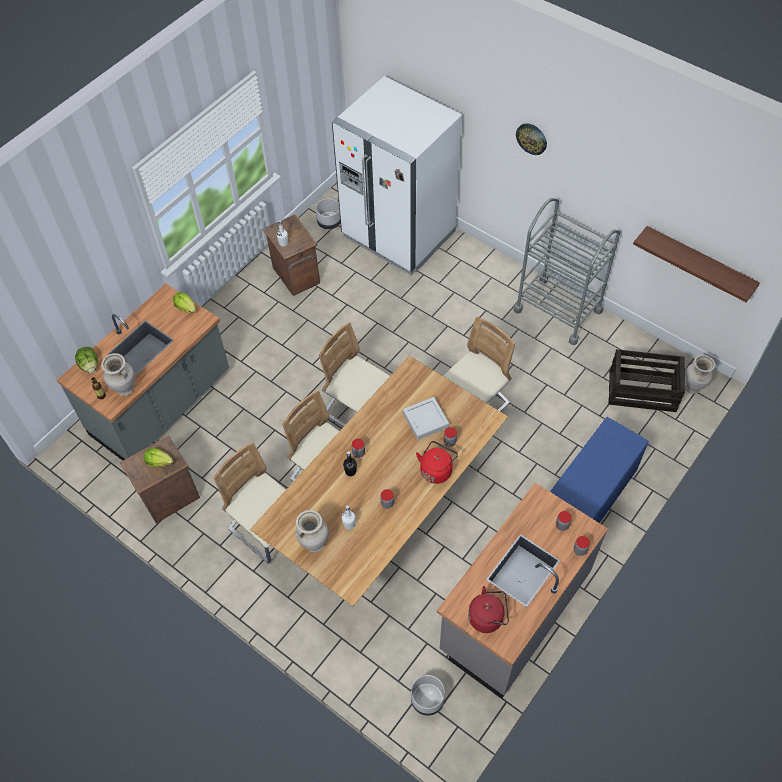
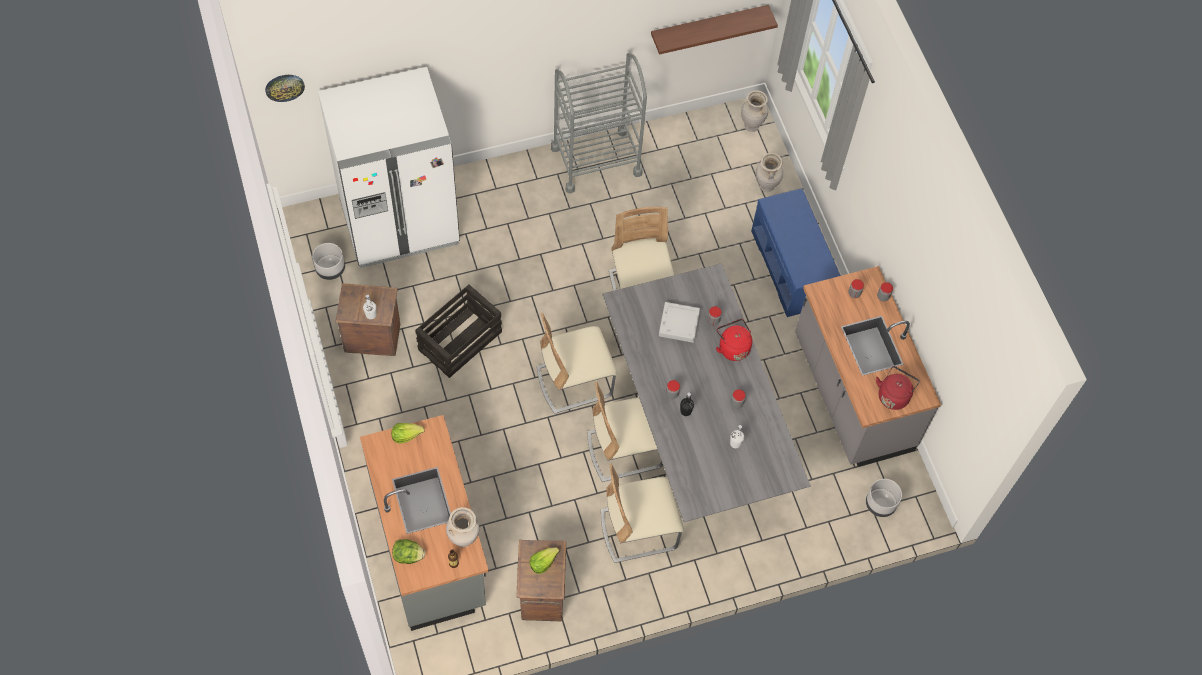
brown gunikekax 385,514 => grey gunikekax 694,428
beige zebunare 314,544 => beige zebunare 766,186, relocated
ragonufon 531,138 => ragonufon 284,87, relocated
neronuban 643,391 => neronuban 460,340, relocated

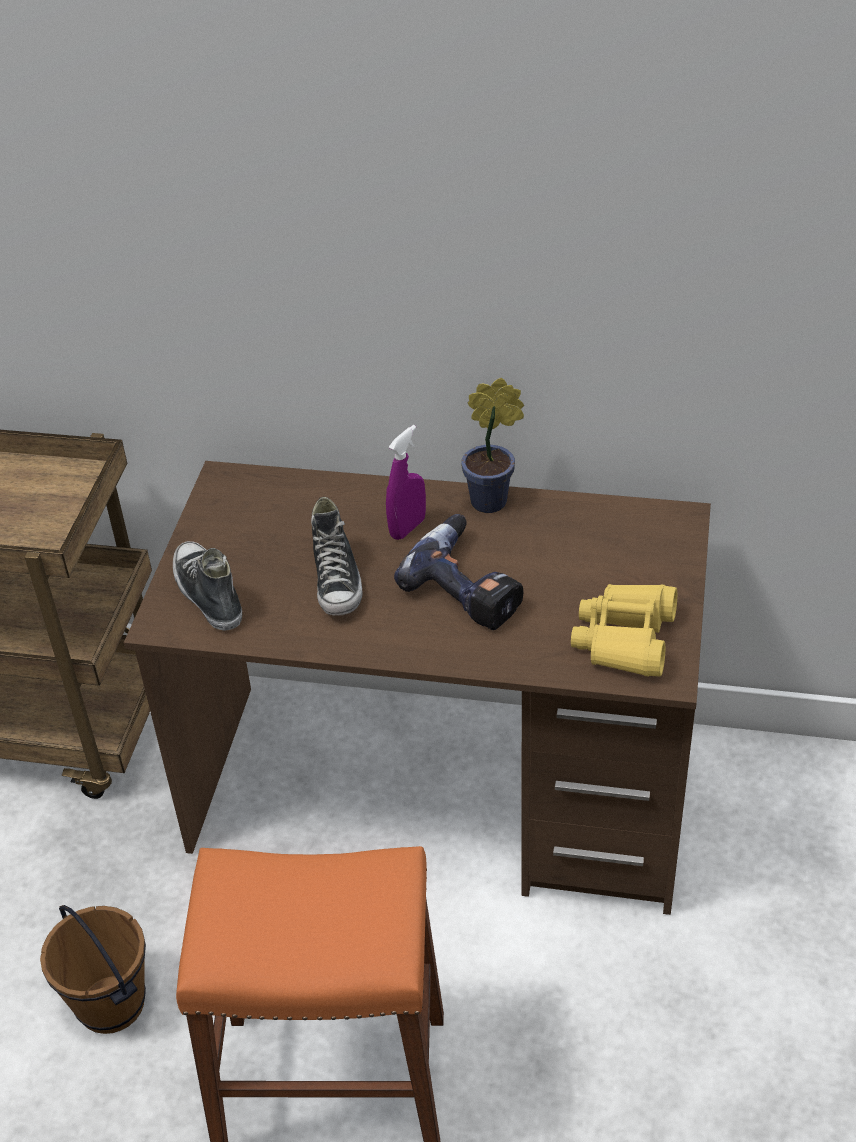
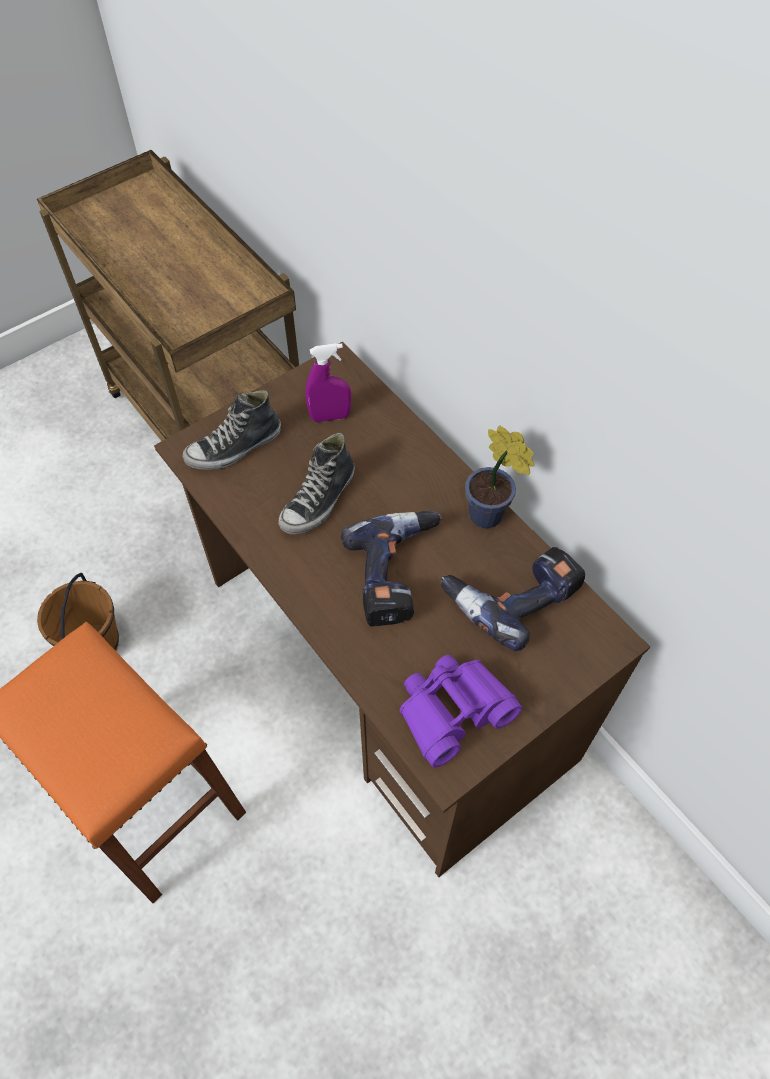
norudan 207,594 => norudan 234,447, 135 degrees counterclockwise
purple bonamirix 407,528 => purple bonamirix 330,416, relocated
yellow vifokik 625,639 => purple vifokik 453,711
nothing => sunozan 512,596

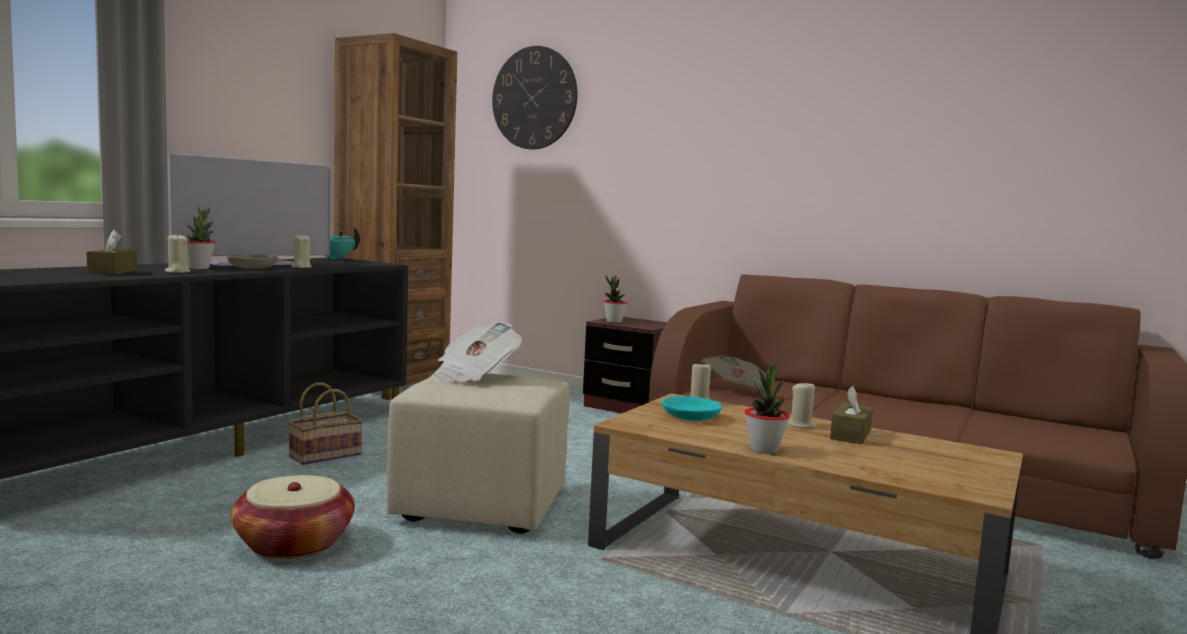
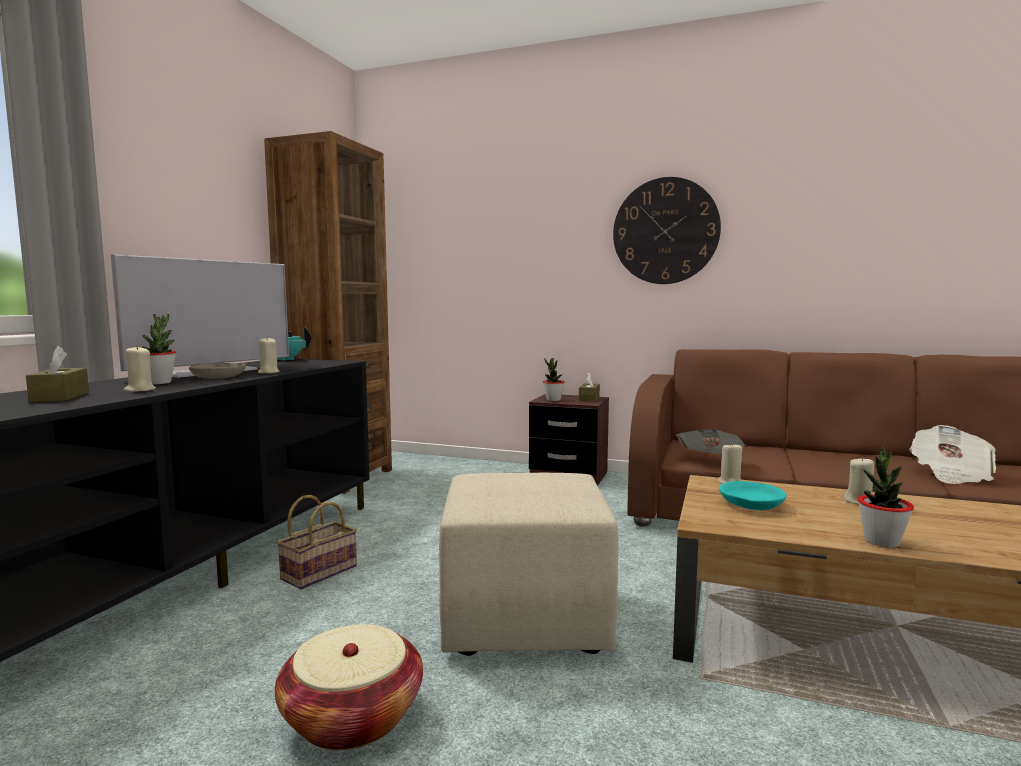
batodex 473,376 => batodex 950,474, relocated
ragonufon 534,98 => ragonufon 665,231, relocated
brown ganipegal 850,435 => brown ganipegal 589,399, relocated

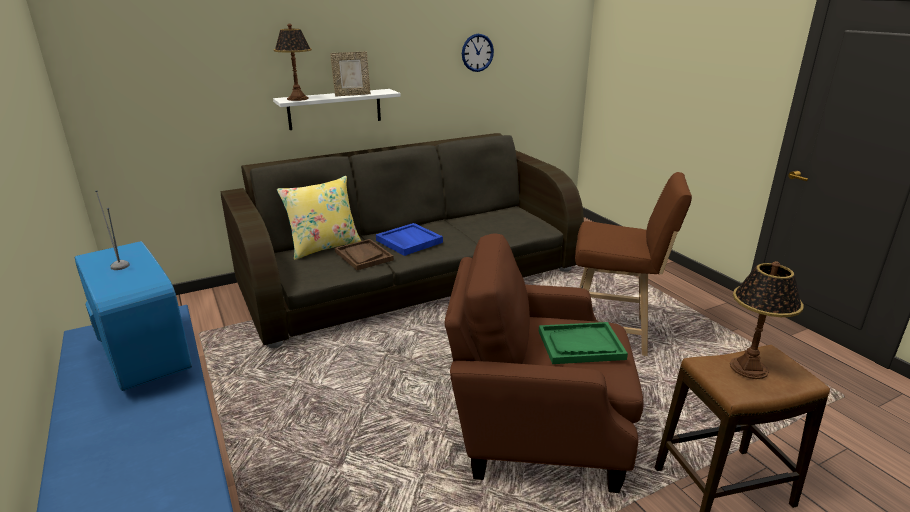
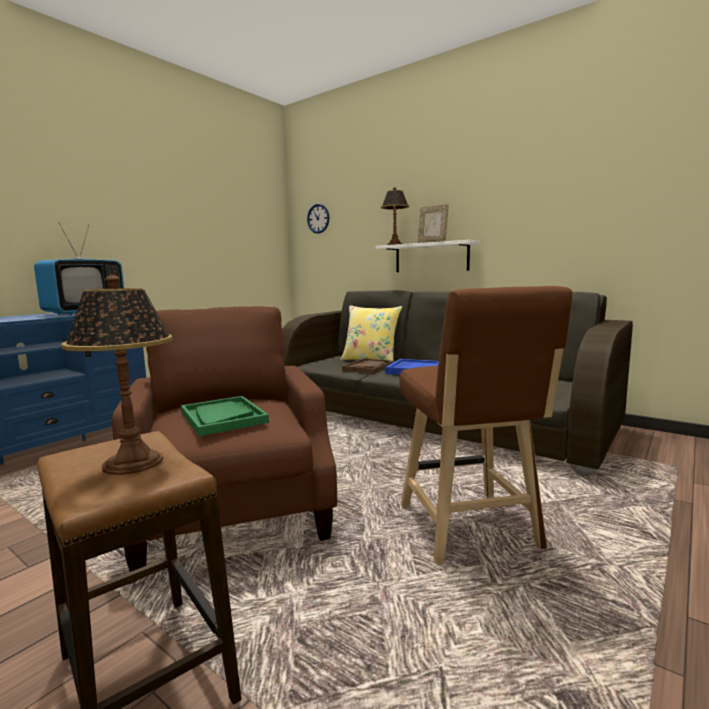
ragonufon 477,52 => ragonufon 318,218, relocated

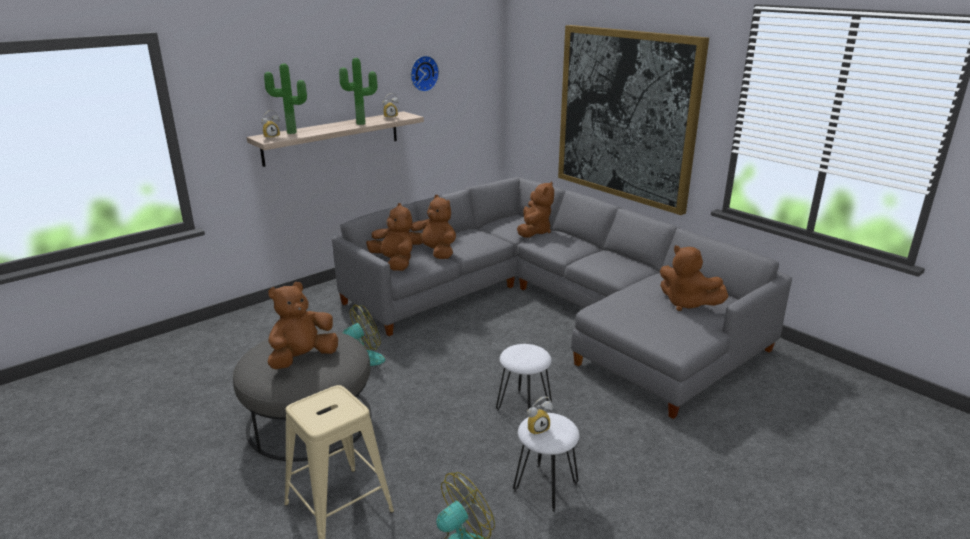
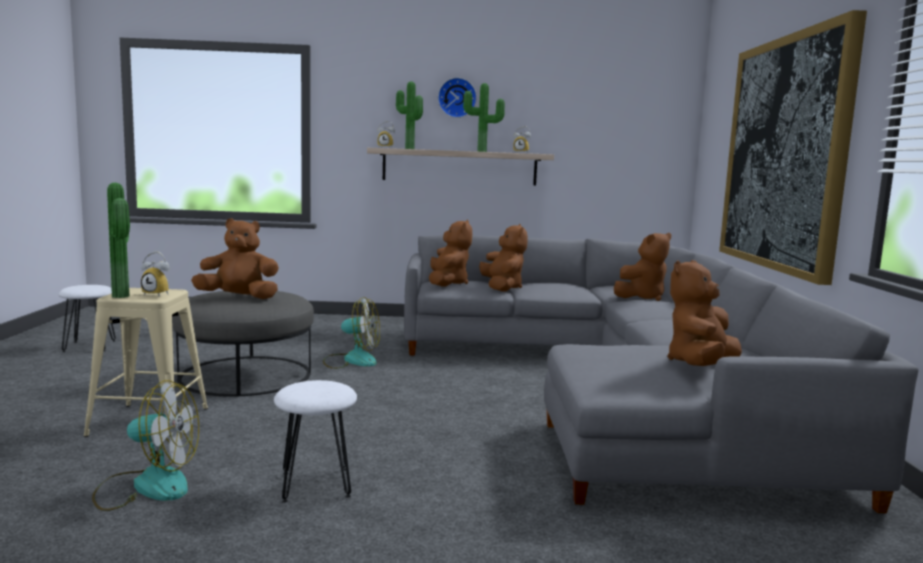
ragonufon 423,73 => ragonufon 457,98, relocated
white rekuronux 524,408 => white rekuronux 89,346, relocated
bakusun 537,428 => bakusun 159,294, relocated
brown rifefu 686,303 => brown rifefu 700,365, 45 degrees clockwise
nothing => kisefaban 124,296

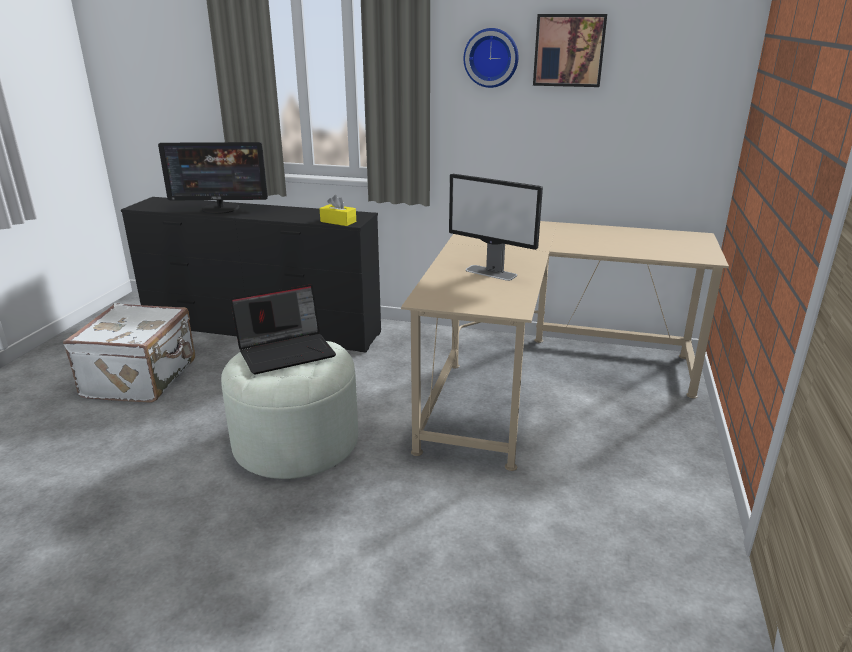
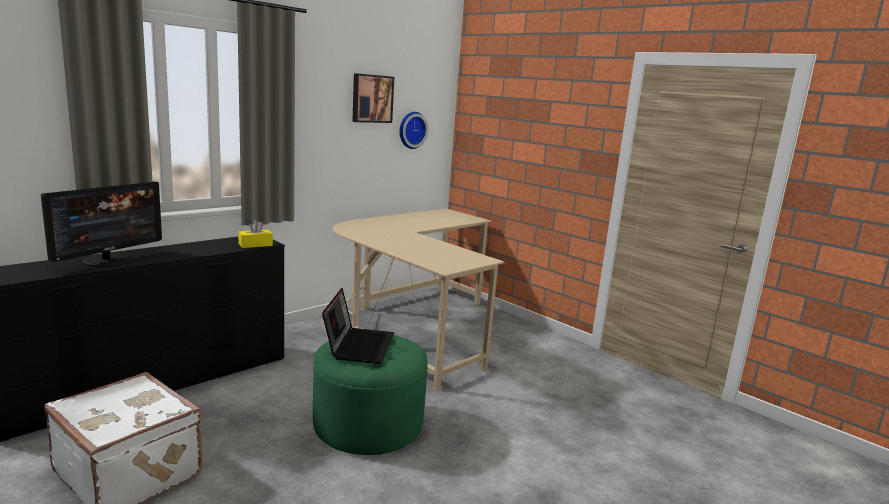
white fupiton 296,442 => green fupiton 368,424
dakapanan 491,273 => nothing
ragonufon 491,58 => ragonufon 411,130, relocated

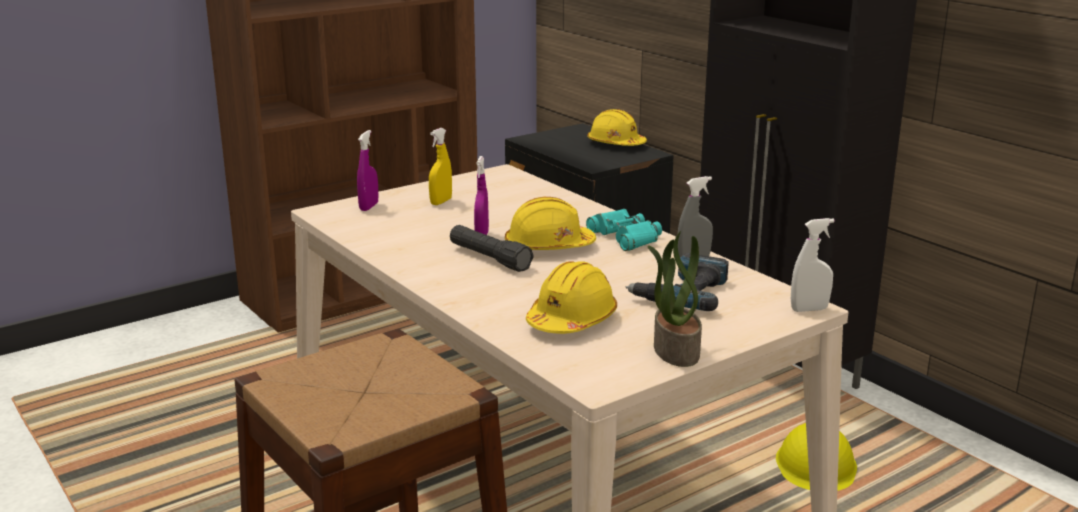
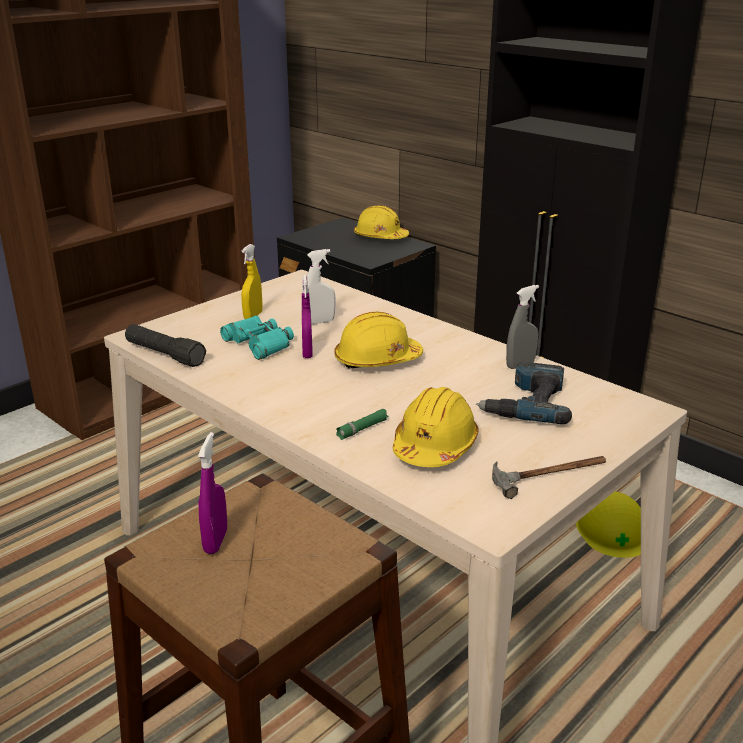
purple bonamirix 369,207 => purple bonamirix 215,541, relocated
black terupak 489,258 => black terupak 165,355, relocated
turquoise vifokik 625,237 => turquoise vifokik 259,344, relocated
kisefaban 675,350 => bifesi 549,474
white bonamirix 809,309 => white bonamirix 319,322, relocated
nothing => green terupak 362,429

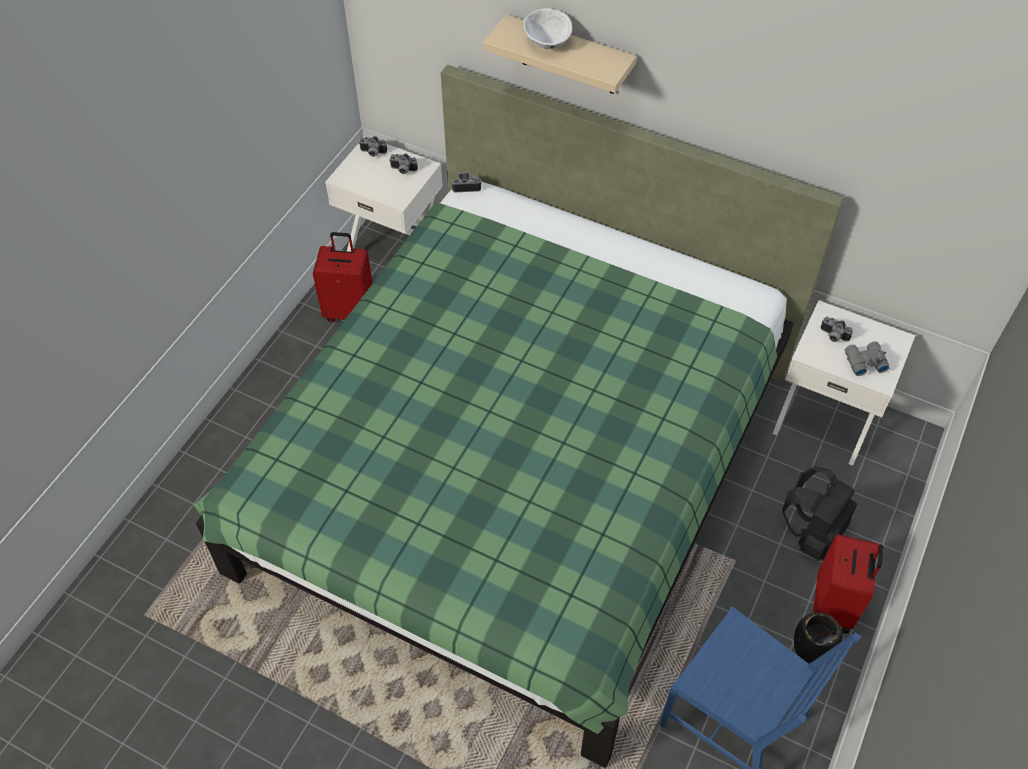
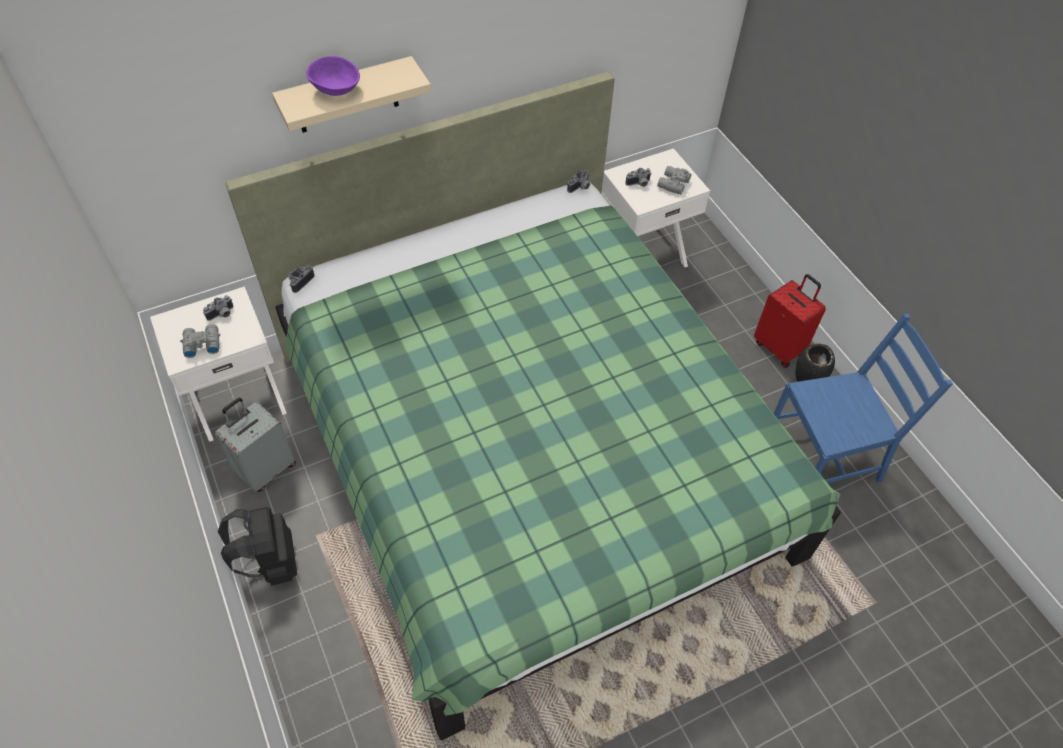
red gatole 350,311 => grey gatole 266,469
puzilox 372,153 => puzilox 580,188, relocated
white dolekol 547,42 => purple dolekol 336,89
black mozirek 812,534 => black mozirek 271,562, relocated
nothing => grey vifokik 201,344

